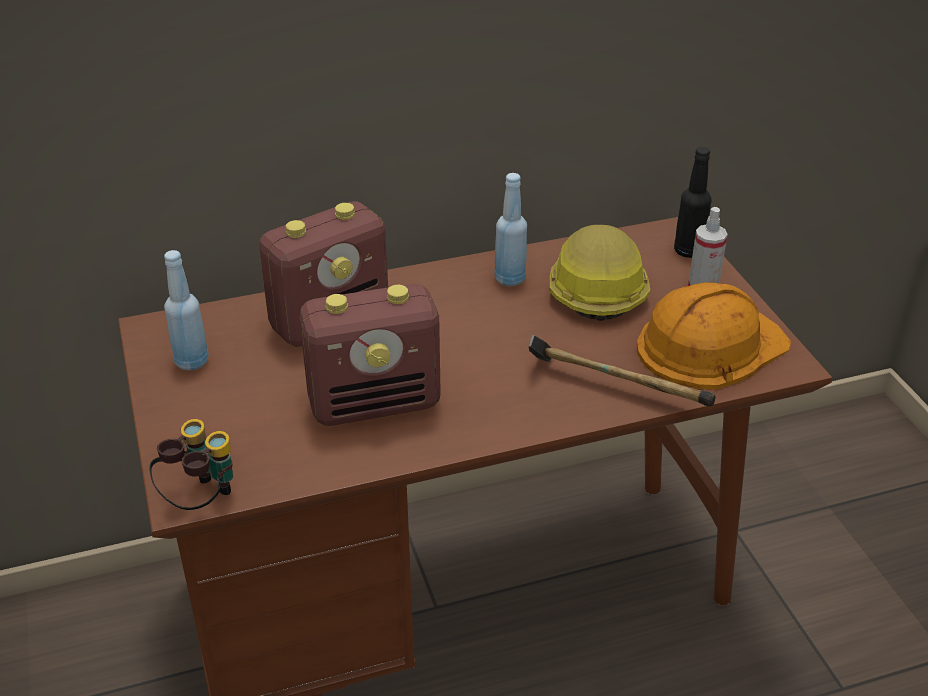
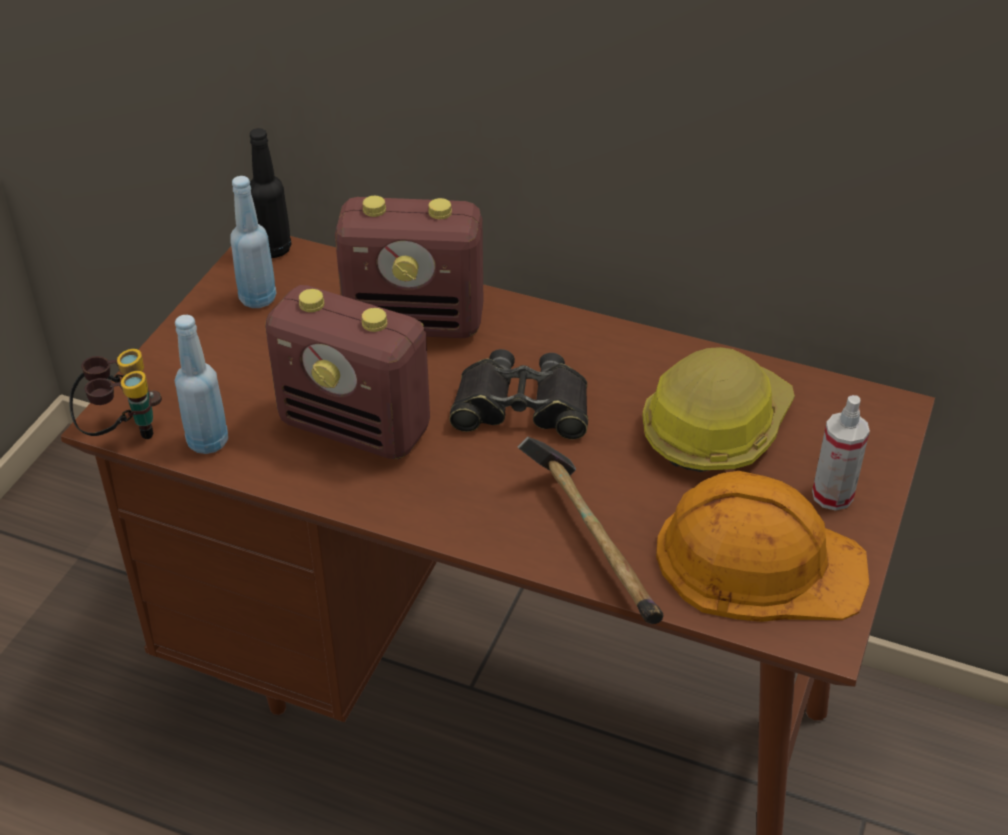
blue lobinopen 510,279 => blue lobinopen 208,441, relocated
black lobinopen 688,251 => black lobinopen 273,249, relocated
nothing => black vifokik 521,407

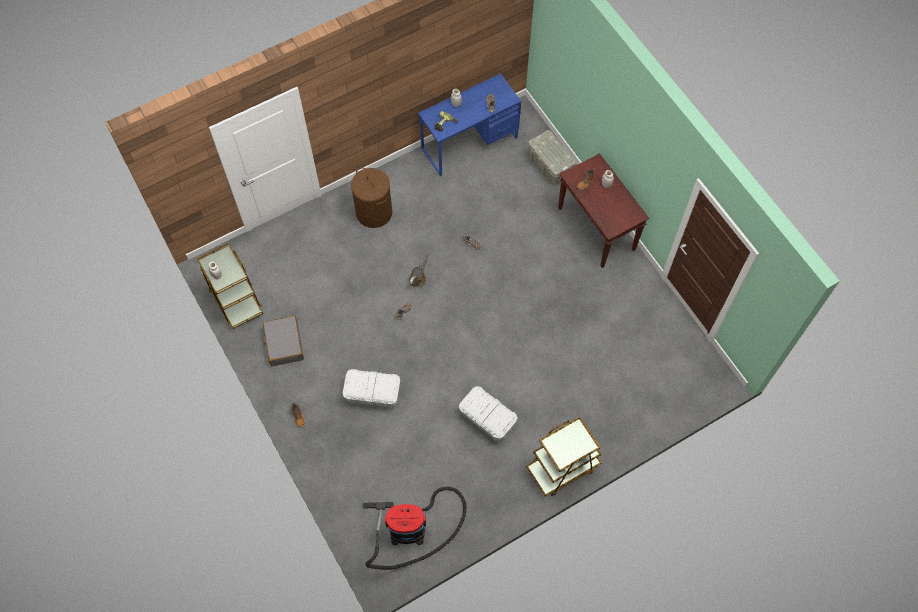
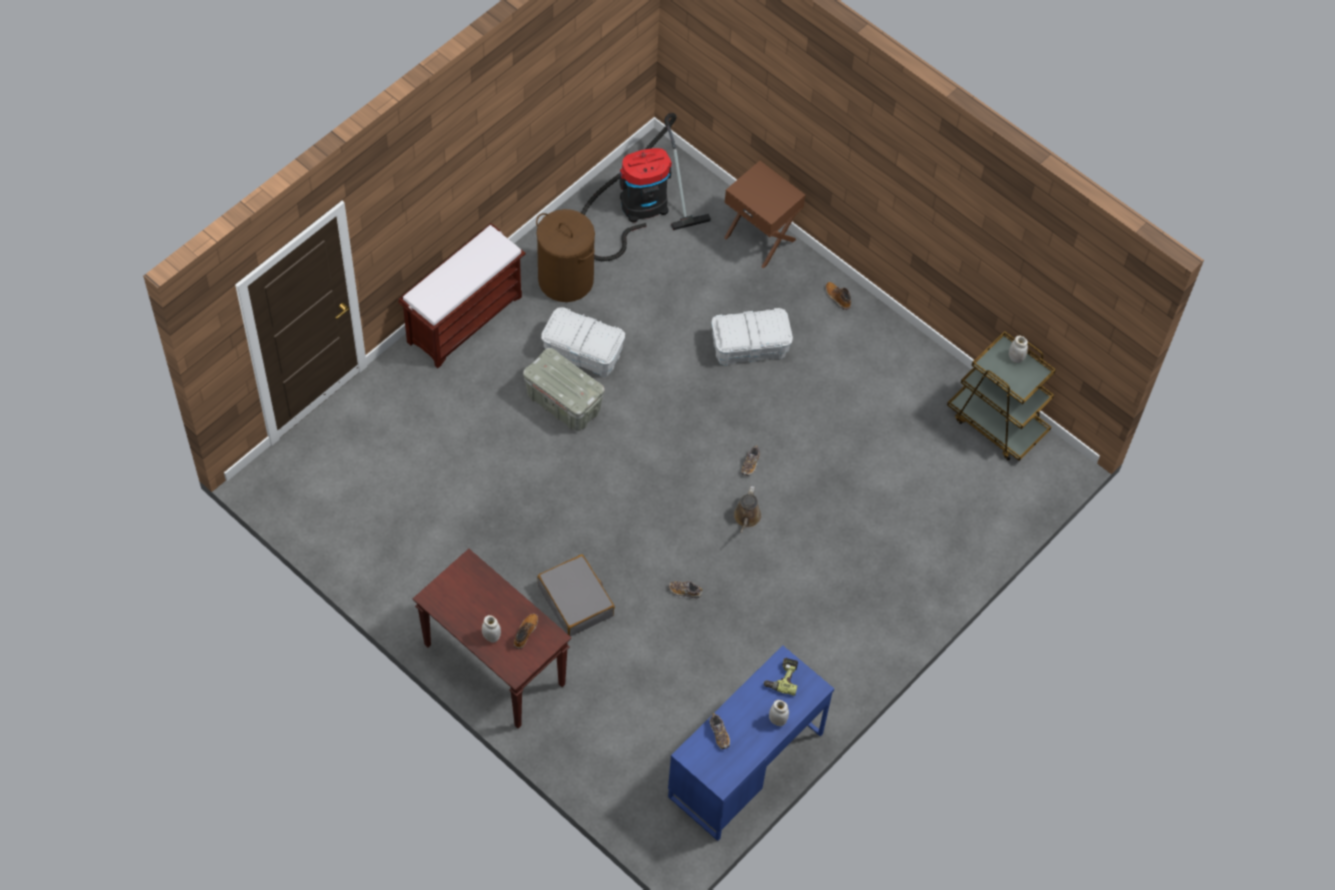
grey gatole 284,344 => grey gatole 576,601, relocated
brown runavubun 374,212 => brown runavubun 565,280, relocated
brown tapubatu 562,467 => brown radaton 465,318
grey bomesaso 550,167 => grey bomesaso 563,403, relocated
nothing => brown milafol 760,238

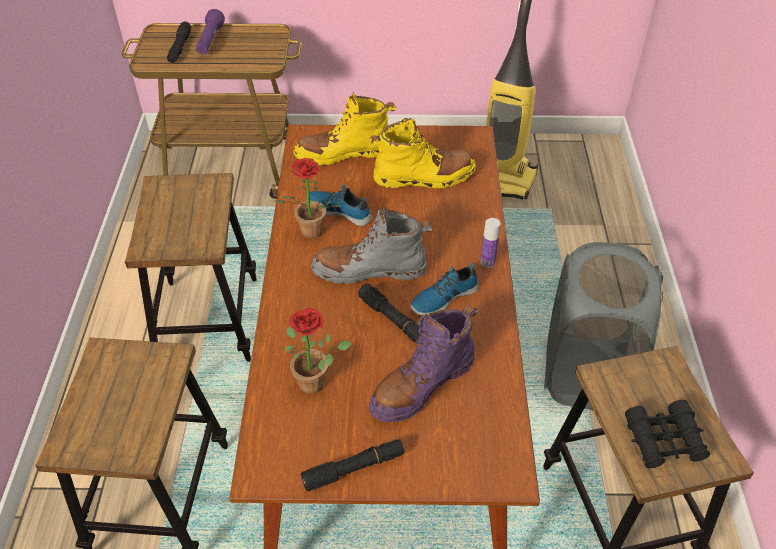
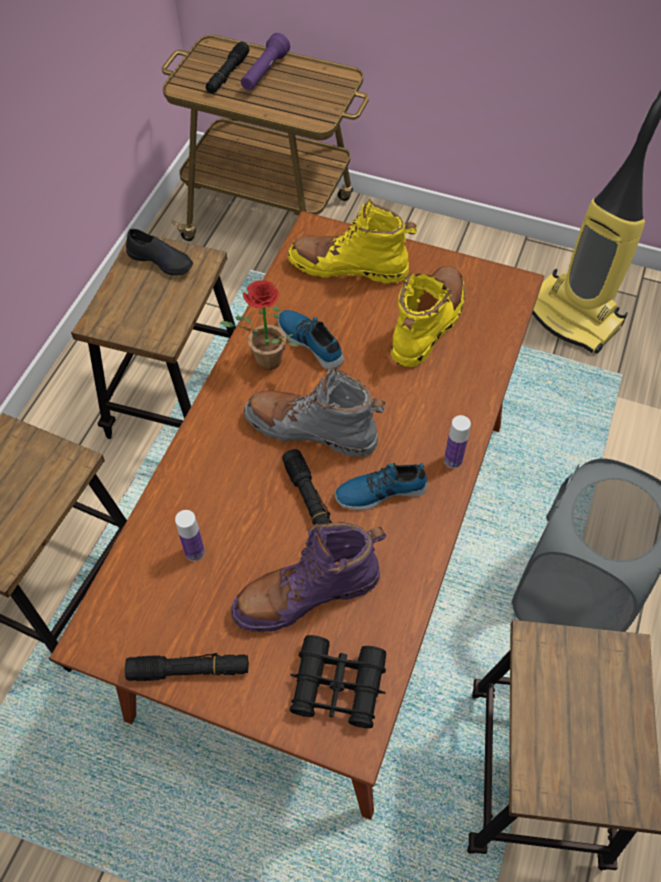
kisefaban 317,382 => lobinopen 194,552
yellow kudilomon 424,177 => yellow kudilomon 428,324, 75 degrees counterclockwise
black vifokik 664,440 => black vifokik 338,686, relocated
nothing => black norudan 161,260

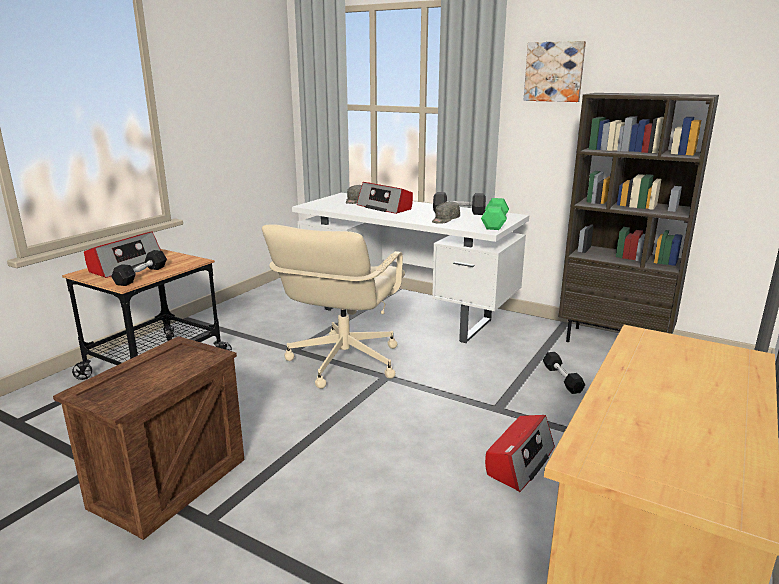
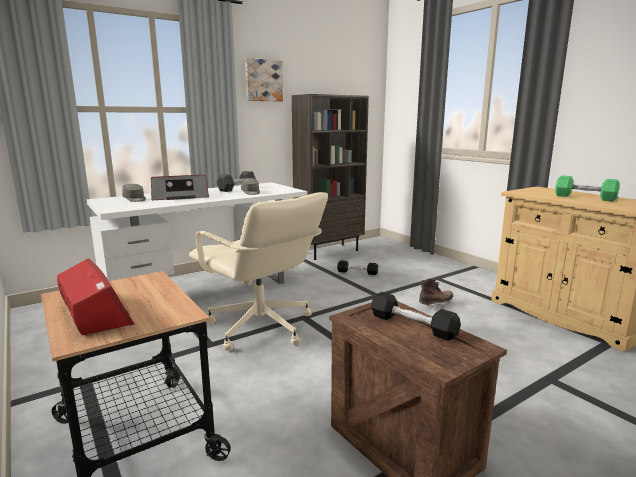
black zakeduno 141,275 => black zakeduno 412,325, relocated
green zakeduno 494,223 => green zakeduno 584,197, relocated
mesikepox 519,461 => brown kudilomon 435,304

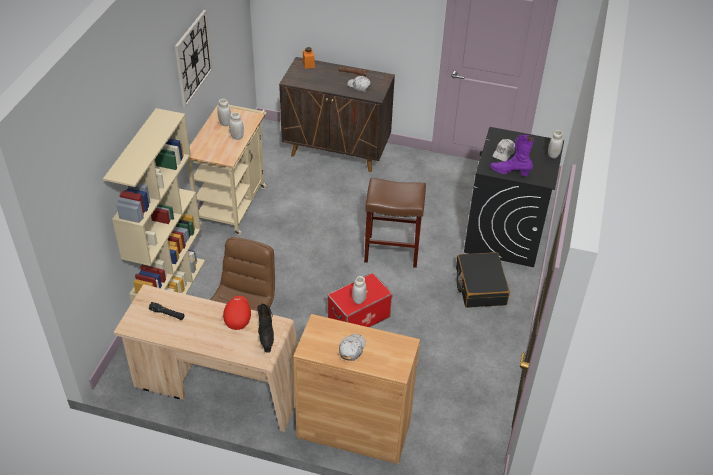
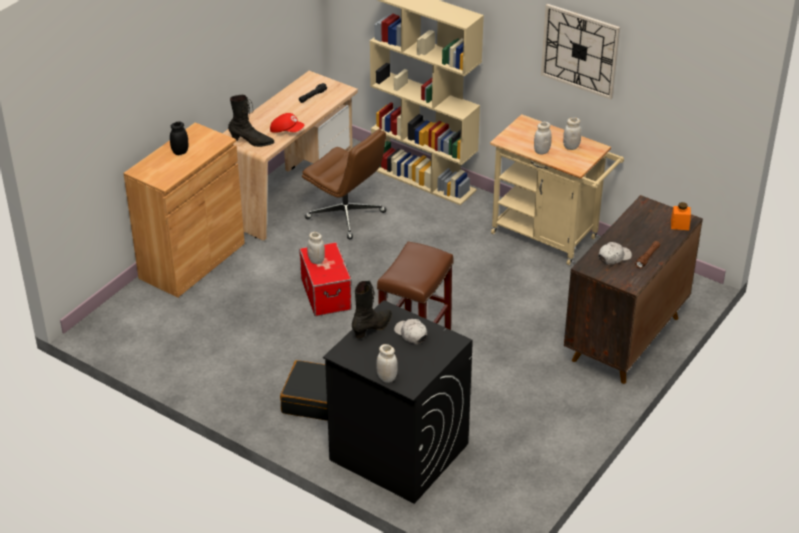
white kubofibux 351,349 => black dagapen 180,152
purple kudilomon 510,171 => black kudilomon 373,328

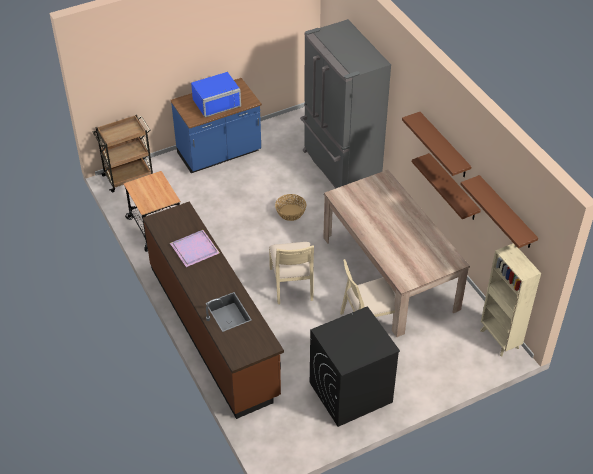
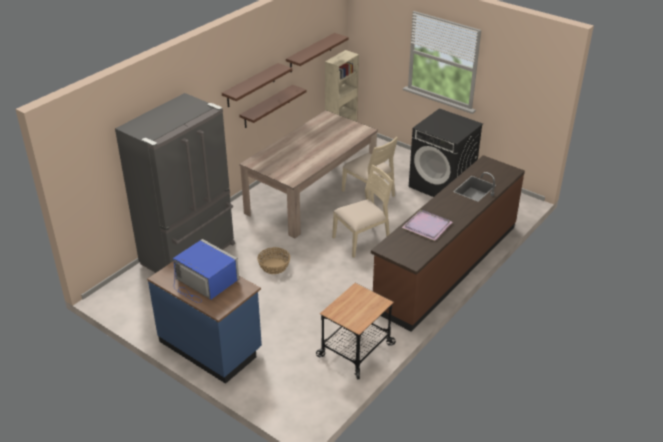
brown tapubatu 128,176 => nothing

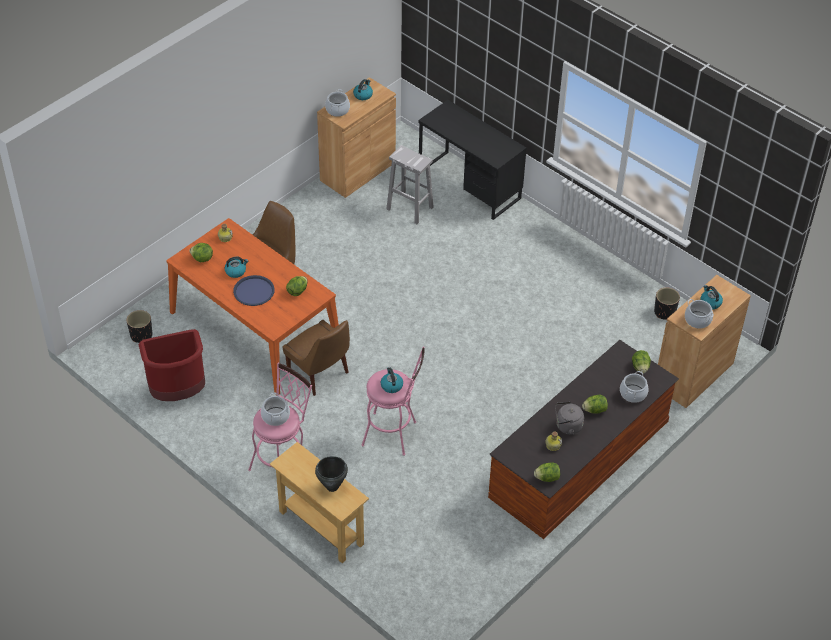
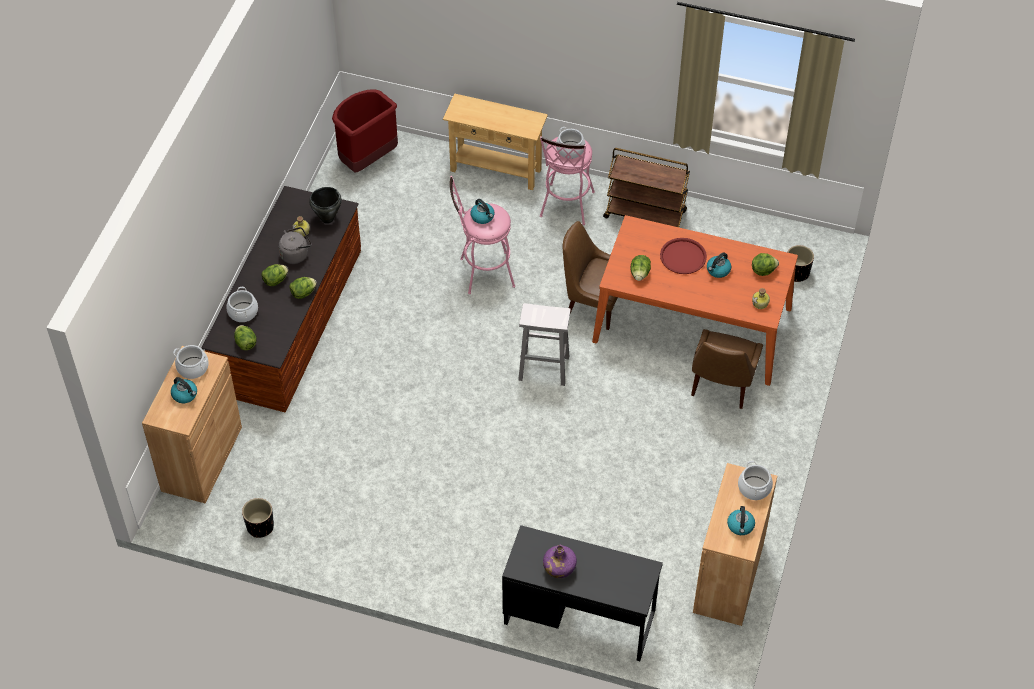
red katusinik 178,392 => red katusinik 366,159, relocated
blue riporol 253,291 => red riporol 683,256
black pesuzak 332,487 => black pesuzak 327,218, relocated
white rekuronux 409,208 => white rekuronux 545,368, relocated
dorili 547,478 => dorili 303,293, relocated
nothing => purple lobinopen 559,567
nothing => brown tapubatu 645,214

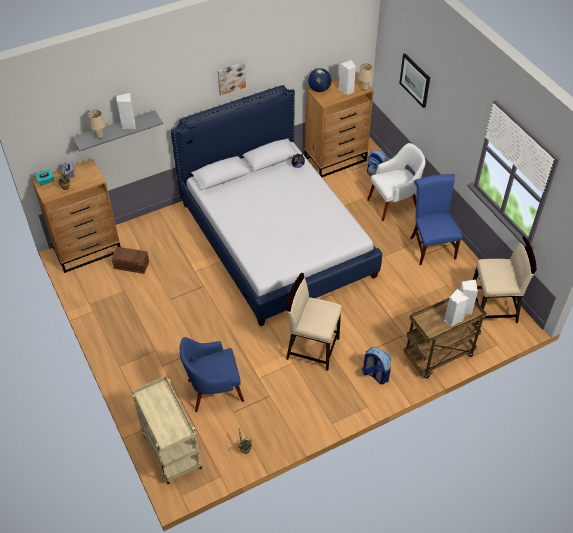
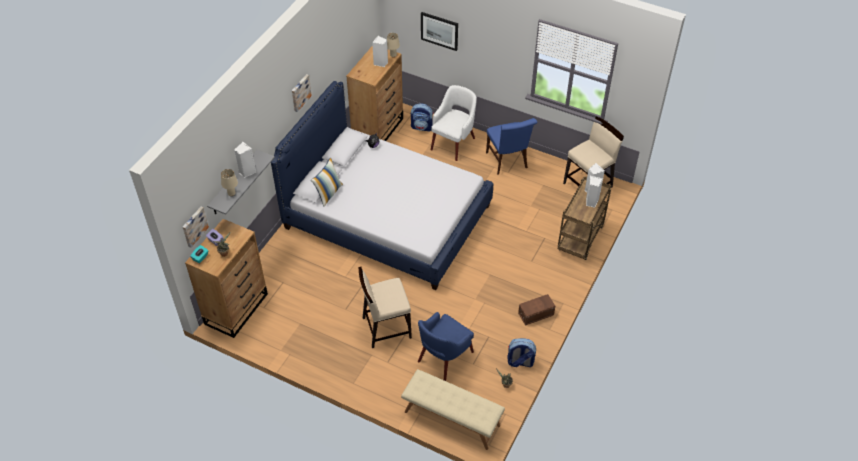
brown bomesaso 131,265 => brown bomesaso 536,314, relocated
beige tapubatu 170,450 => beige radaton 451,419
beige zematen 312,348 => beige zematen 386,327, relocated
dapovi 319,89 => nothing
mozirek 375,374 => mozirek 520,362, relocated
blue zematen 431,246 => blue zematen 508,162, 150 degrees counterclockwise
nothing => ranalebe 194,226
nothing => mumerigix 328,193

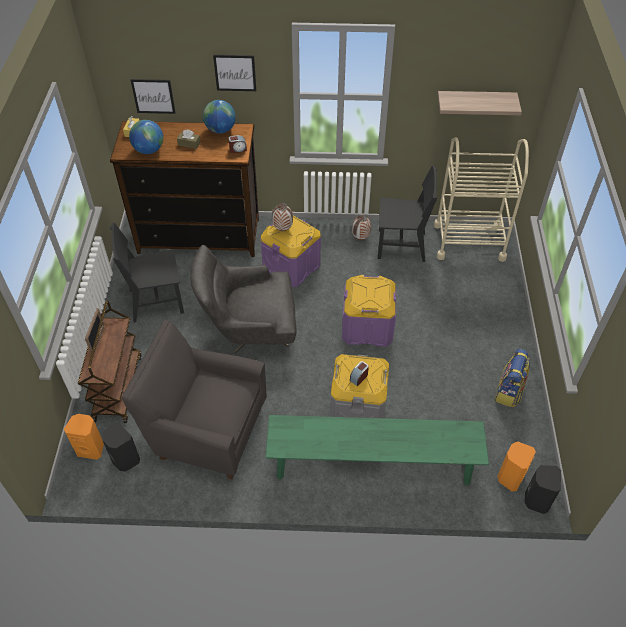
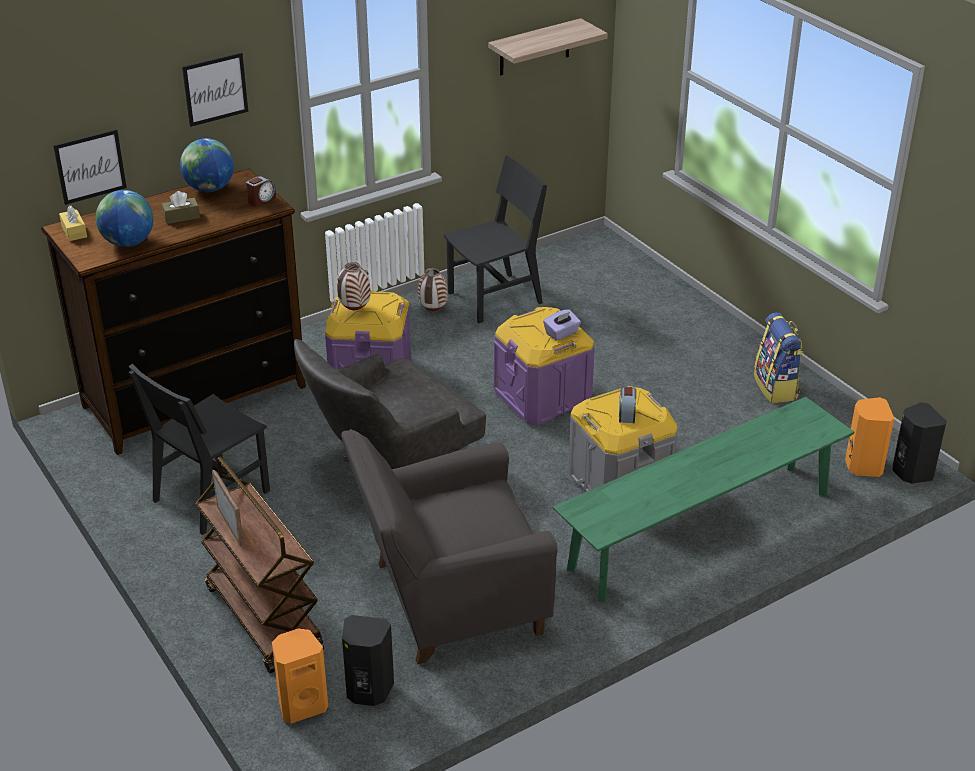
beige tapubatu 469,242 => nothing
nothing => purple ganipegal 561,333

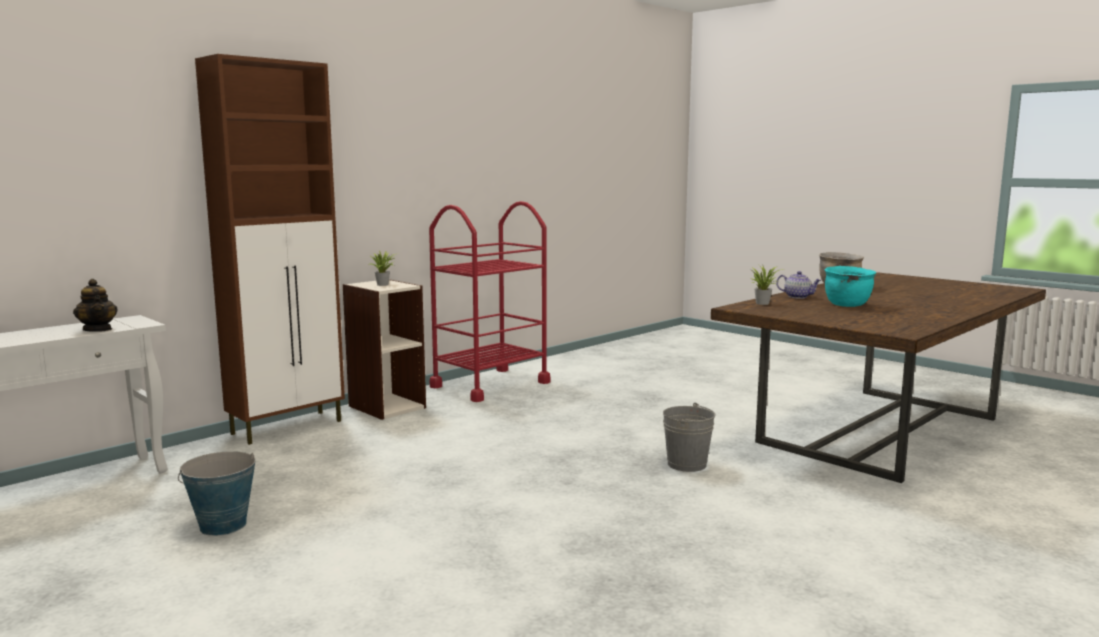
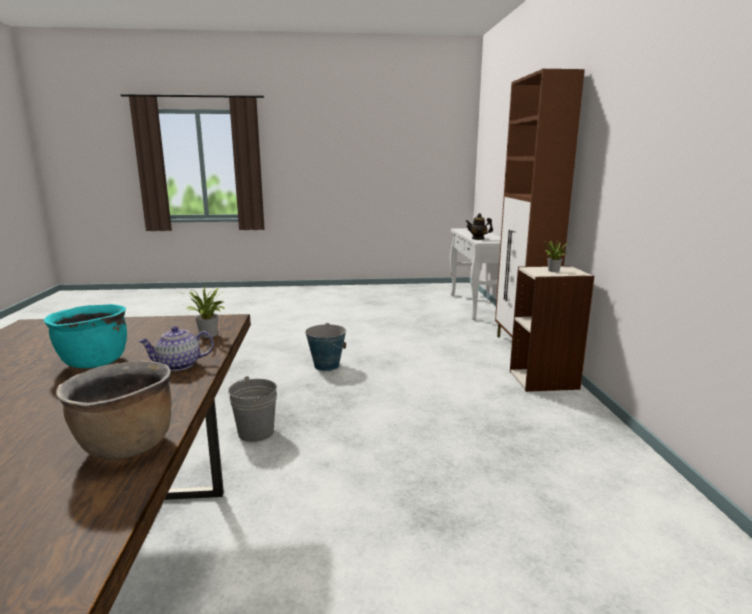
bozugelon 222,525 => bozugelon 326,366, relocated
red tapubatu 490,384 => nothing

